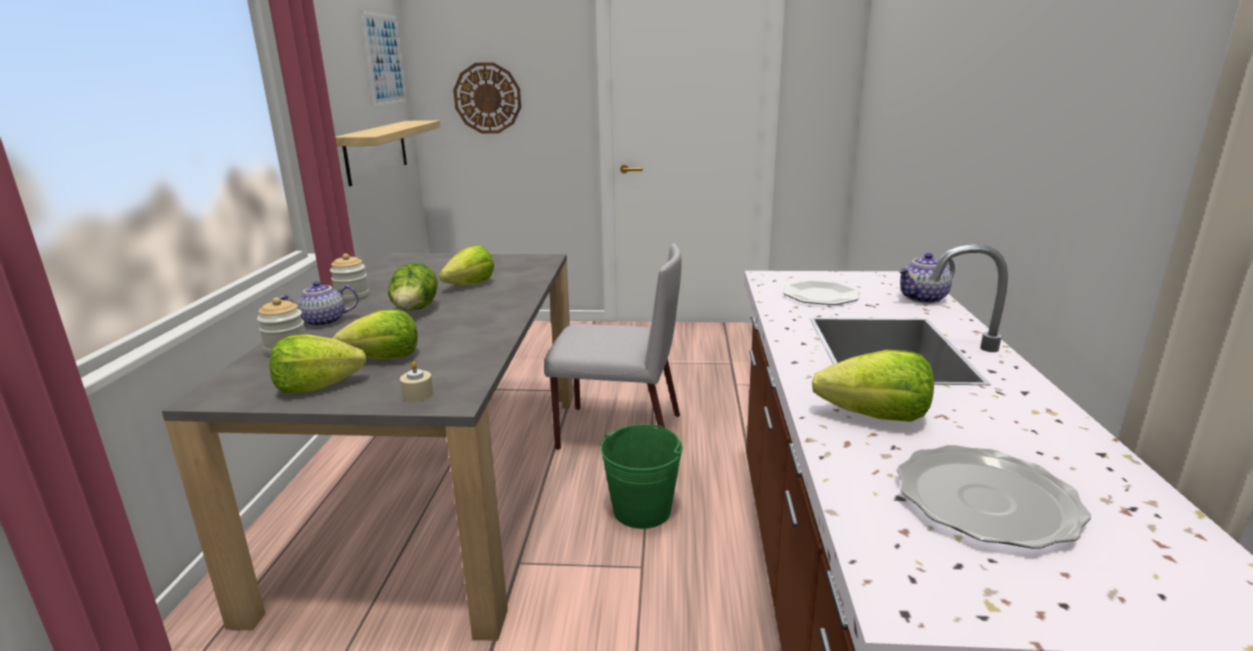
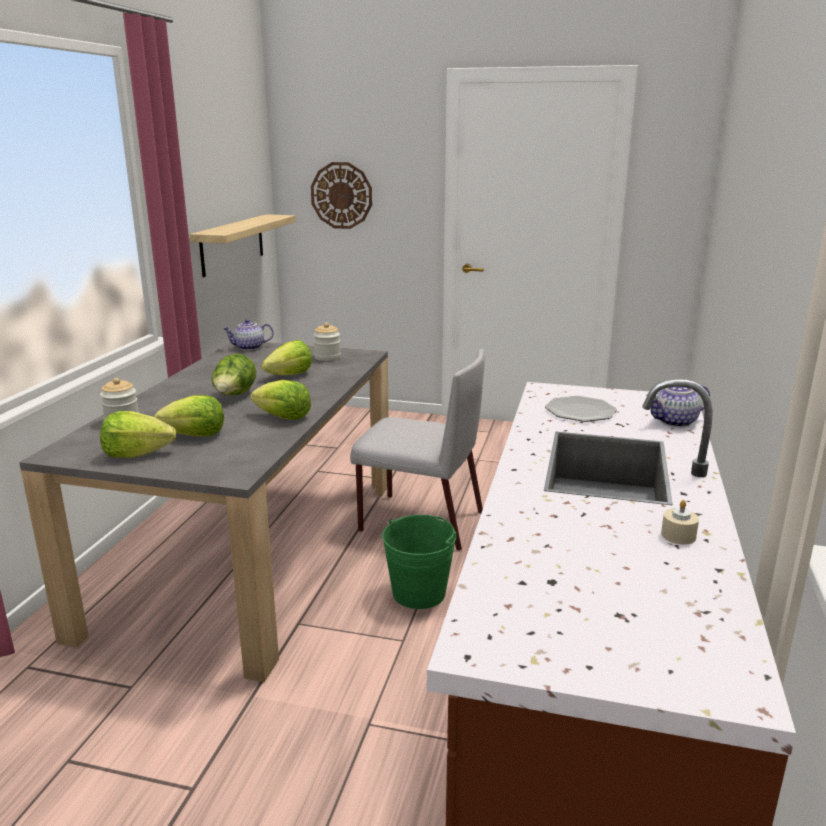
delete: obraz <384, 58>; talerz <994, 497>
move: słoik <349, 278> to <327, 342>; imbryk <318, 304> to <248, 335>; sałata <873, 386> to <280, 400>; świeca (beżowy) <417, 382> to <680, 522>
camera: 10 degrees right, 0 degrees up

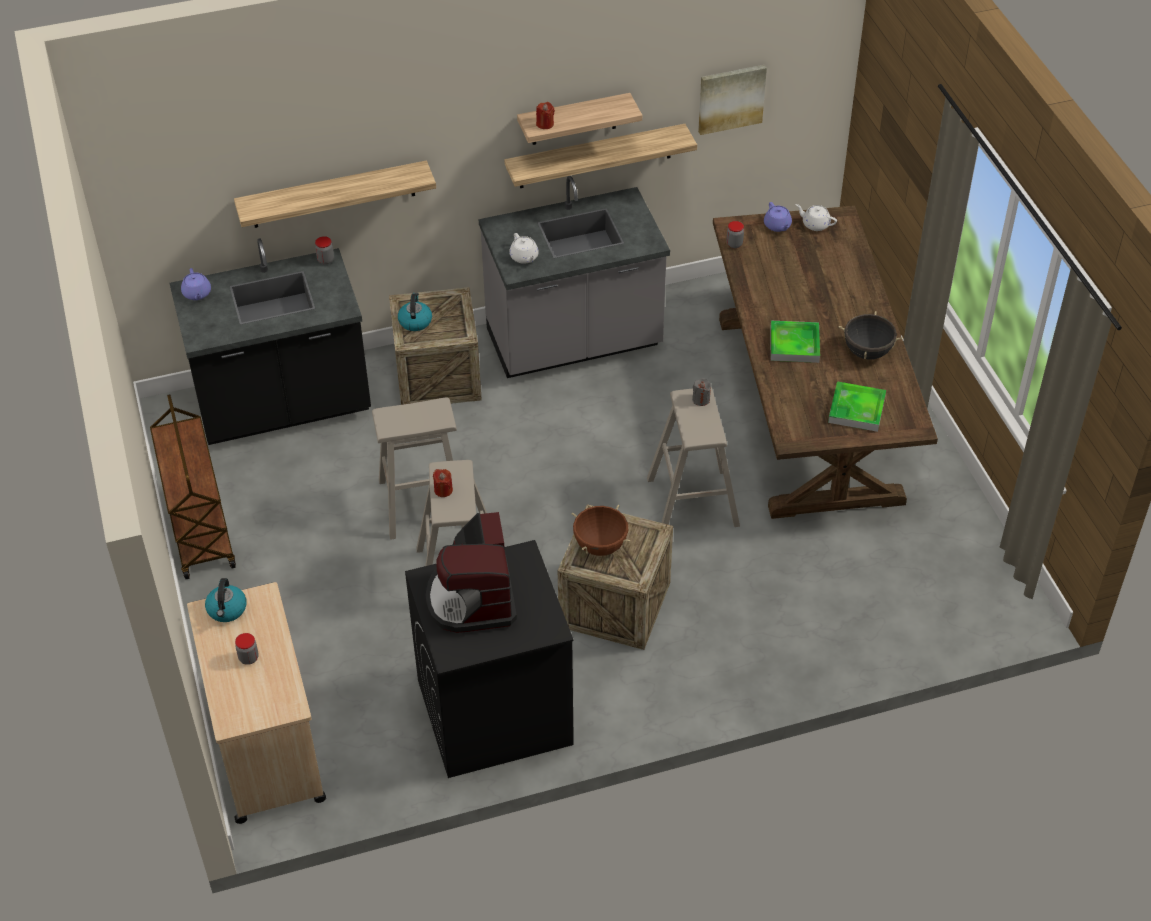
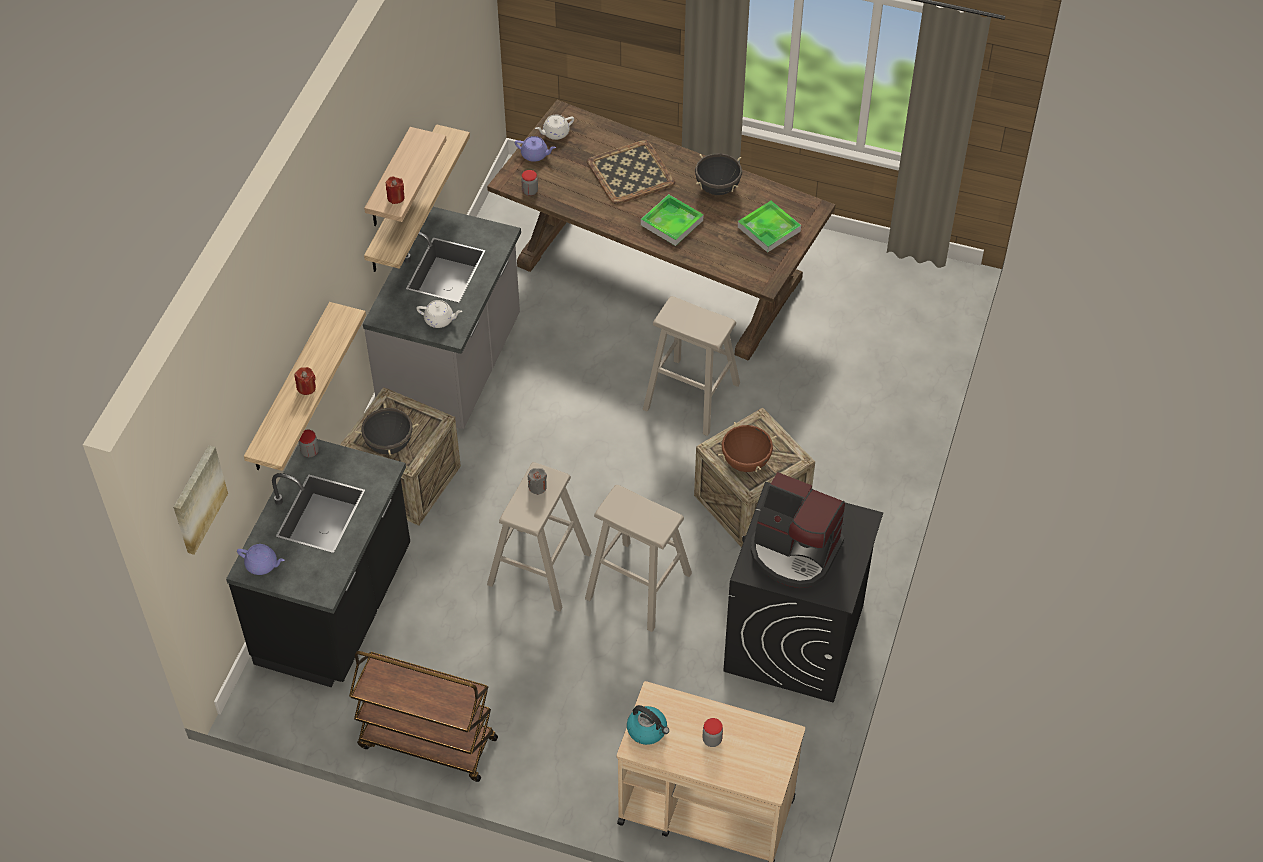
insert: taca <631, 172>
move: obraz <732, 100> to <200, 500>; świeca (szary) <701, 392> to <537, 481>; świeca (czerwony) <443, 483> to <305, 381>
replace: czajnik <415, 312> to garnek (czarny) <387, 429>
camera: 55 degrees left, 5 degrees up

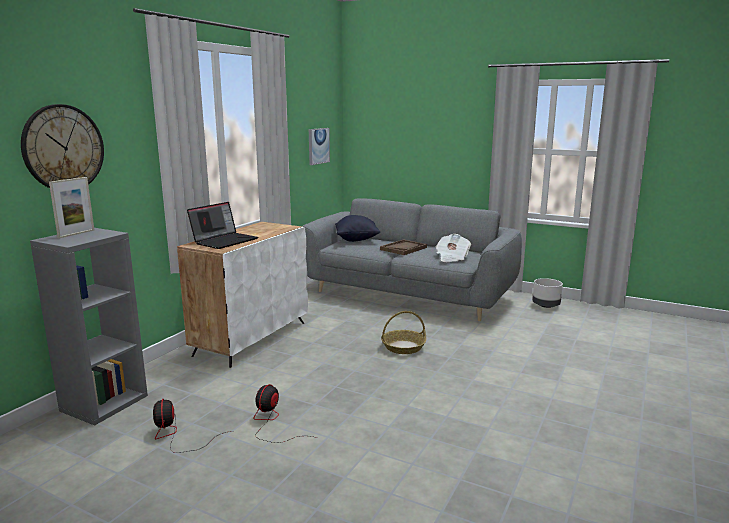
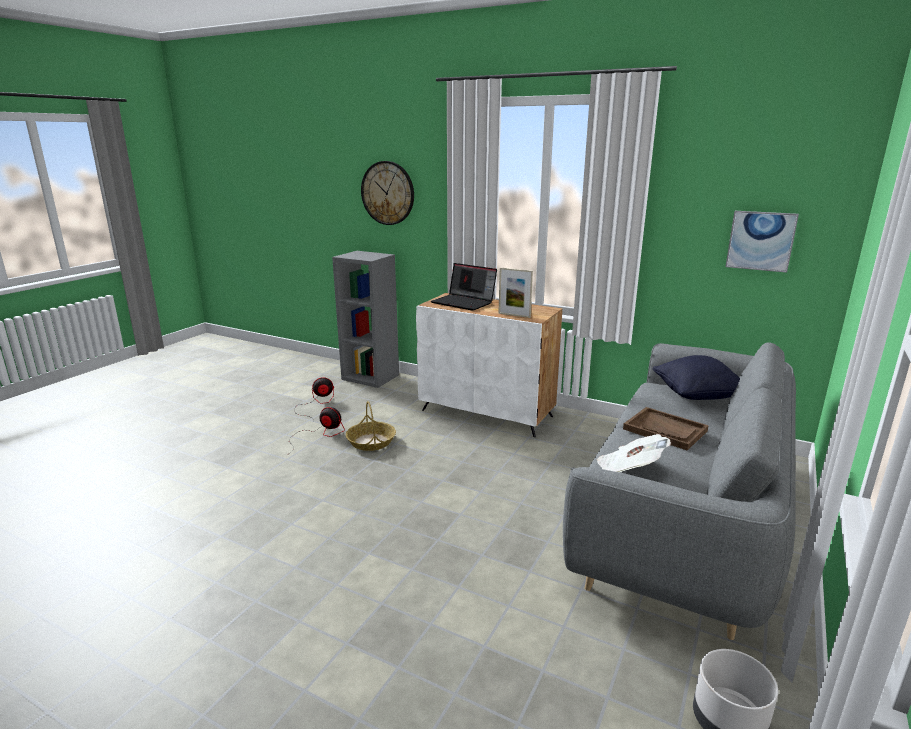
move: ramka na zdjęcie <71, 207> to <515, 293>; koszyk <403, 332> to <371, 426>
camera: 90 degrees right, 5 degrees up

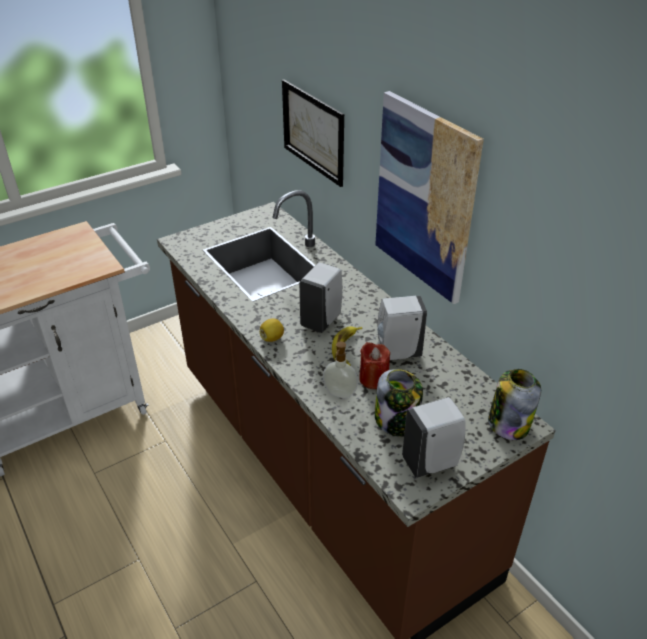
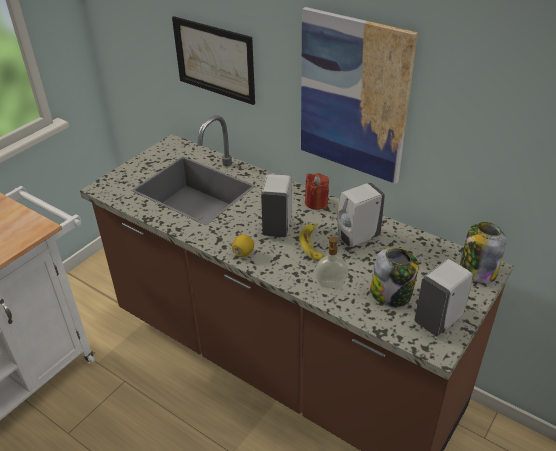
move: świeca (czerwony) <374, 365> to <317, 191>
camera: 20 degrees left, 0 degrees up

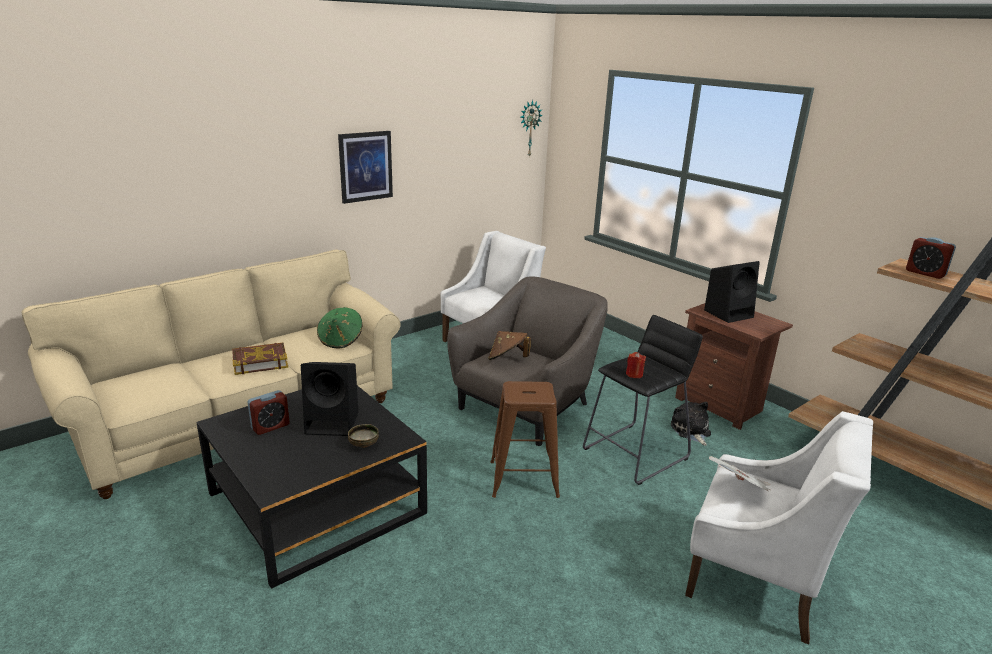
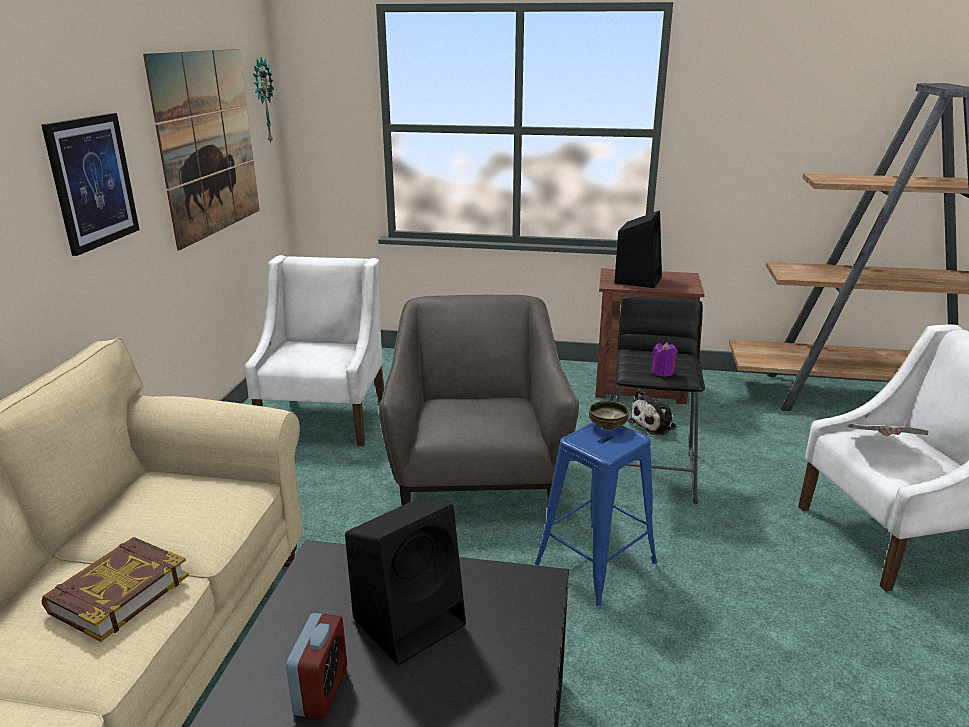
delete: budzik <931, 258>; kapelusz (zielony) <339, 327>; kapelusz (brązowy) <509, 345>
insert: obraz <201, 150>
move: miska <363, 436> to <609, 415>
recolor: świeca (czerwony) <636, 365> to świeca (fioletowy) <664, 359>; stołek (brązowy) <525, 439> to stołek (niebieski) <595, 514>
rotate: pluszak <691, 424> = <652, 412> 75 degrees counterclockwise
camera: 40 degrees left, 0 degrees up

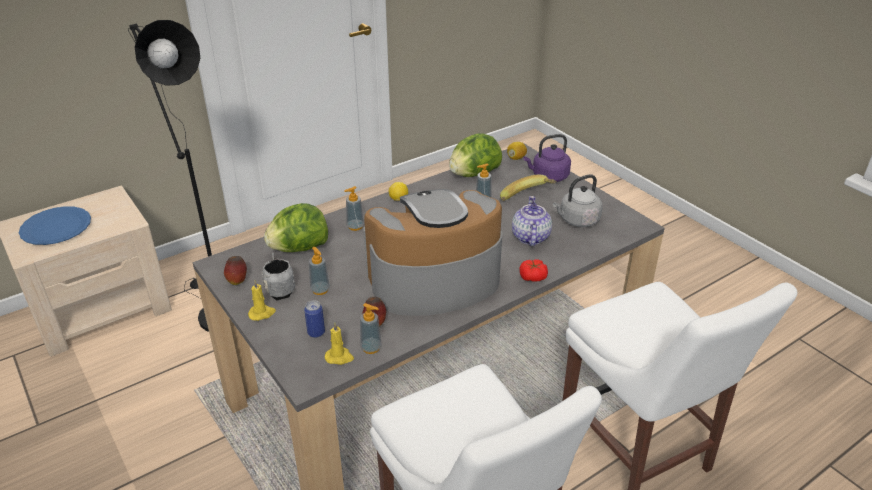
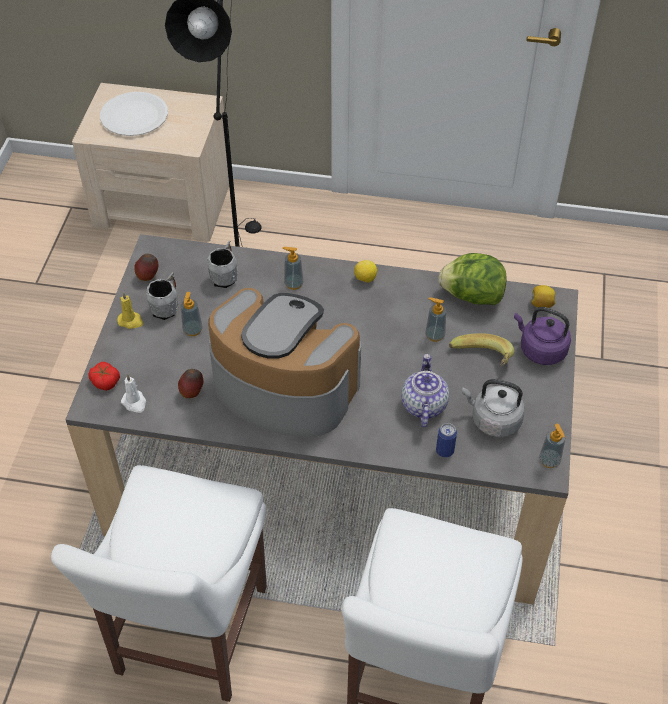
move: pomidor <533, 270> to <104, 376>; puszka <314, 319> to <446, 440>; dozownik mydła <371, 328> to <552, 446>
replace: sałata <296, 227> to kubek (szary) <222, 264>
recolor: talerz (niebieski) <55, 225> to talerz (biały) <134, 114>; świeca (żółty) <339, 343> to świeca (biały) <133, 393>
rotate: imbryk <532, 221> = <425, 390> 45 degrees counterclockwise
camera: 45 degrees right, 15 degrees up

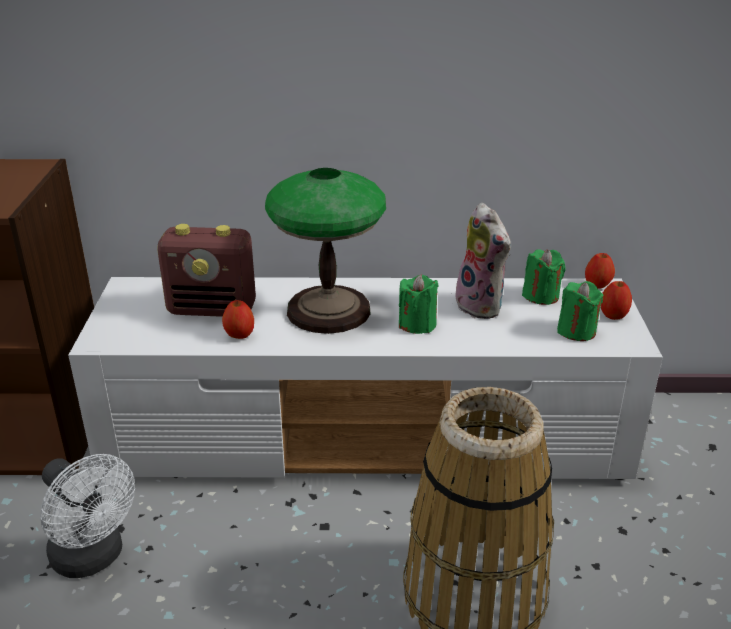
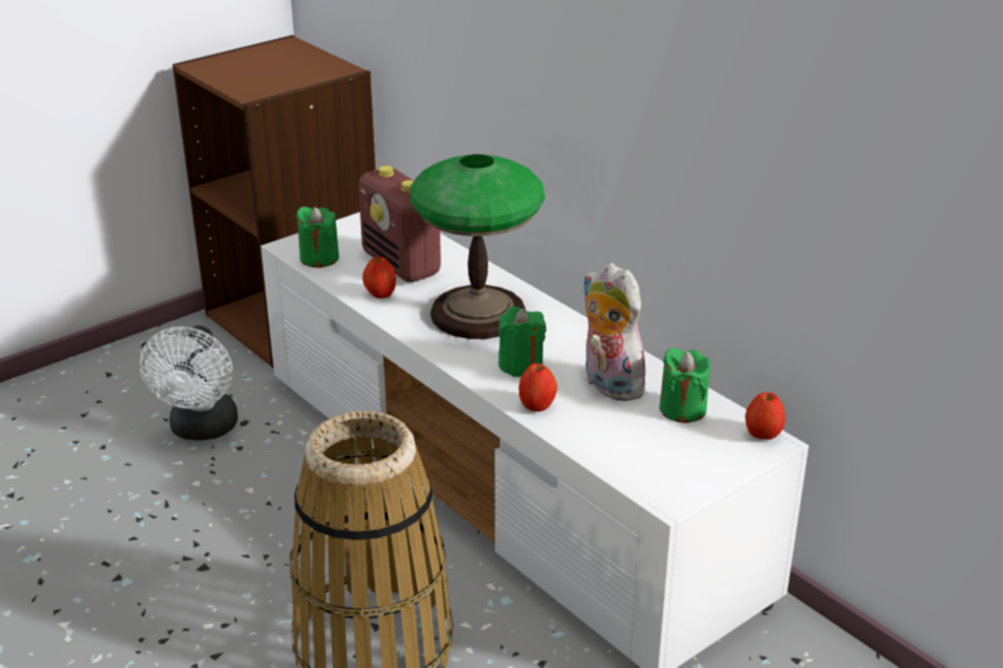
move: świeca (zielony) <580, 311> to <317, 237>; jabłko <616, 300> to <538, 387>
rotate: pluszak <483, 261> = <615, 332> 120 degrees clockwise
camera: 50 degrees right, 0 degrees up

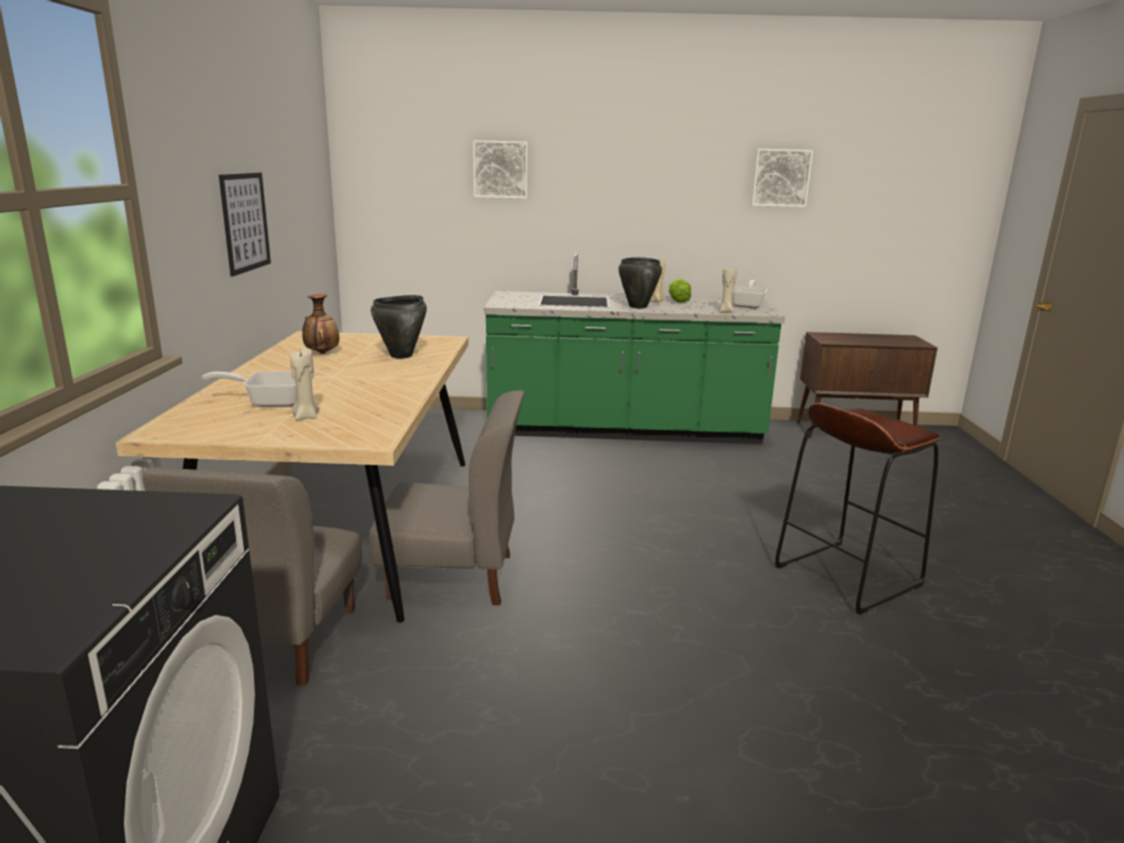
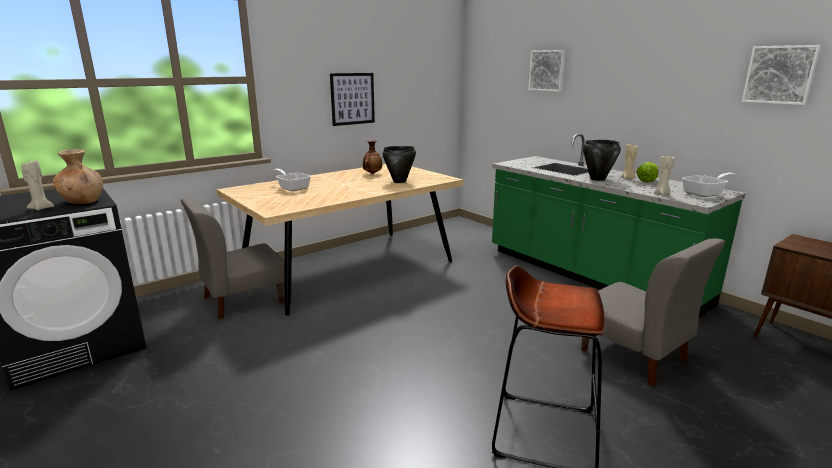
insert: wazon (brązowy) <78, 176>
move: świeca (beżowy) <305, 384> to <38, 185>; krzesło (szary) <447, 497> to <653, 312>
camera: 50 degrees right, 0 degrees up

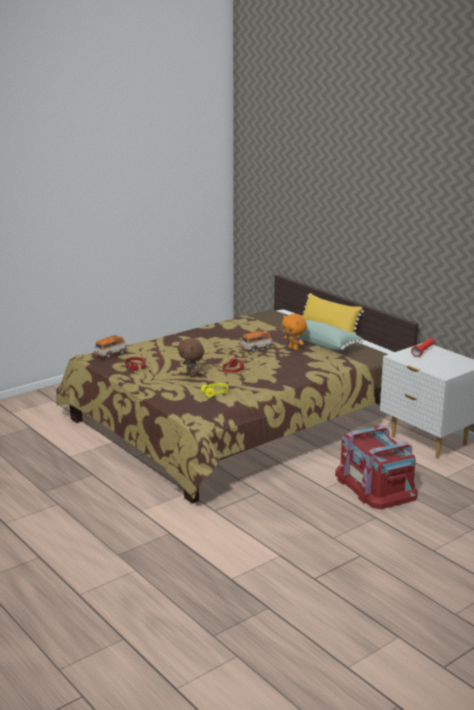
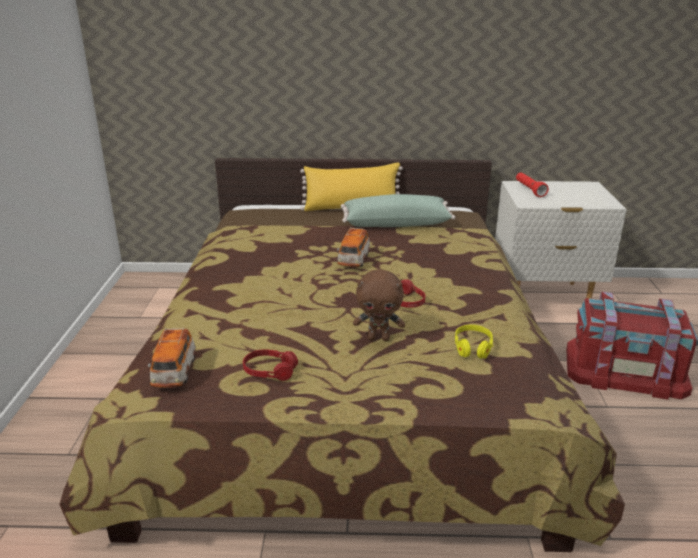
delete: pluszak (pomarańczowy) <294, 332>
camera: 50 degrees left, 5 degrees up

